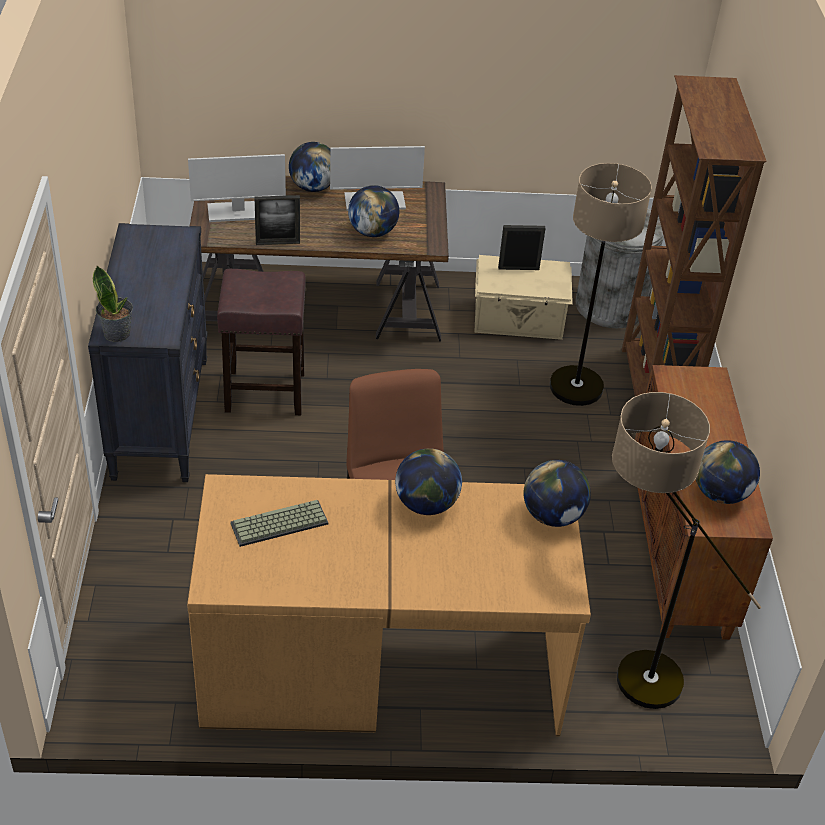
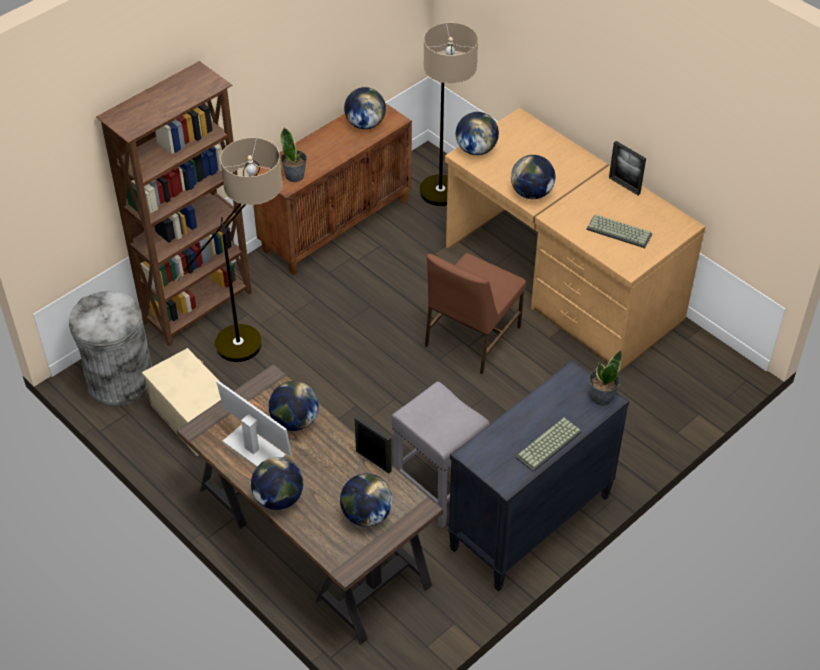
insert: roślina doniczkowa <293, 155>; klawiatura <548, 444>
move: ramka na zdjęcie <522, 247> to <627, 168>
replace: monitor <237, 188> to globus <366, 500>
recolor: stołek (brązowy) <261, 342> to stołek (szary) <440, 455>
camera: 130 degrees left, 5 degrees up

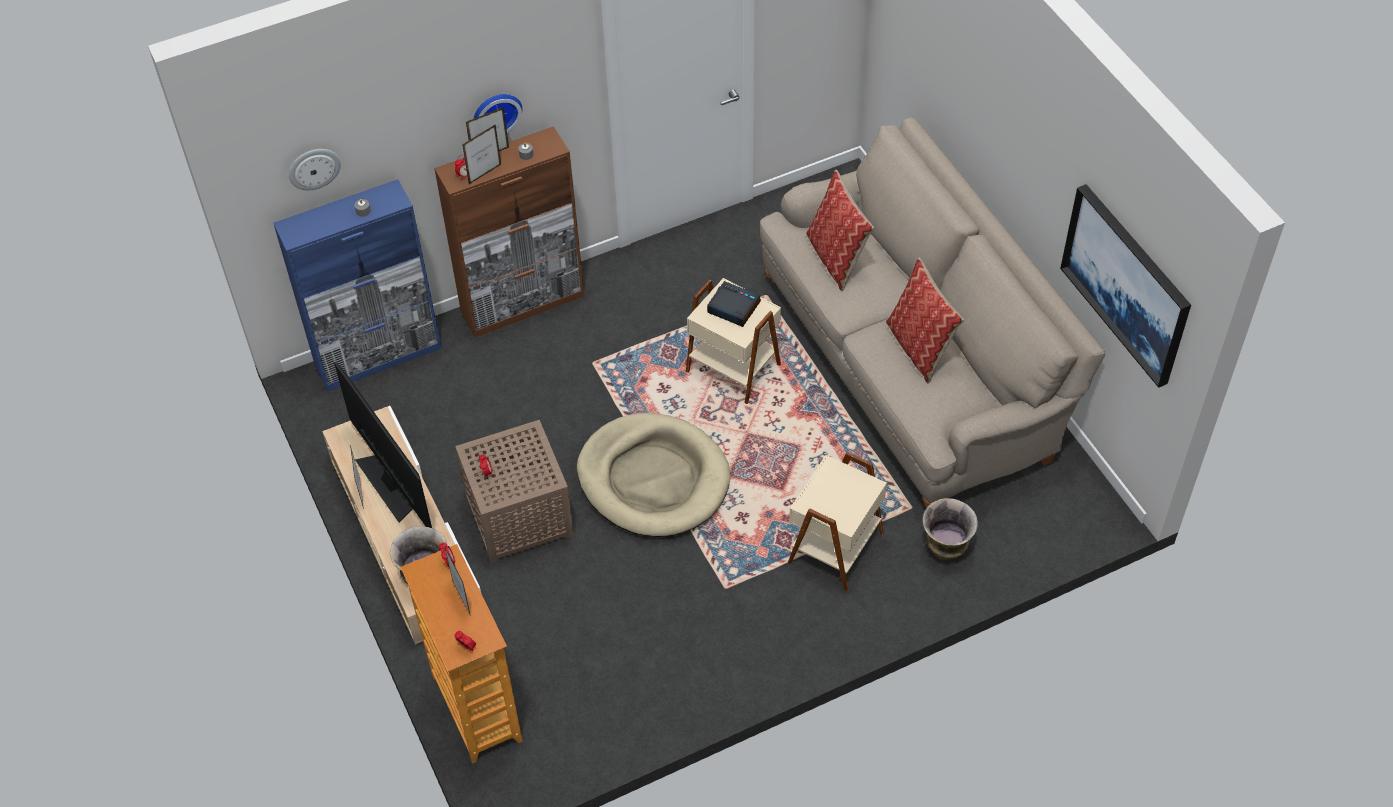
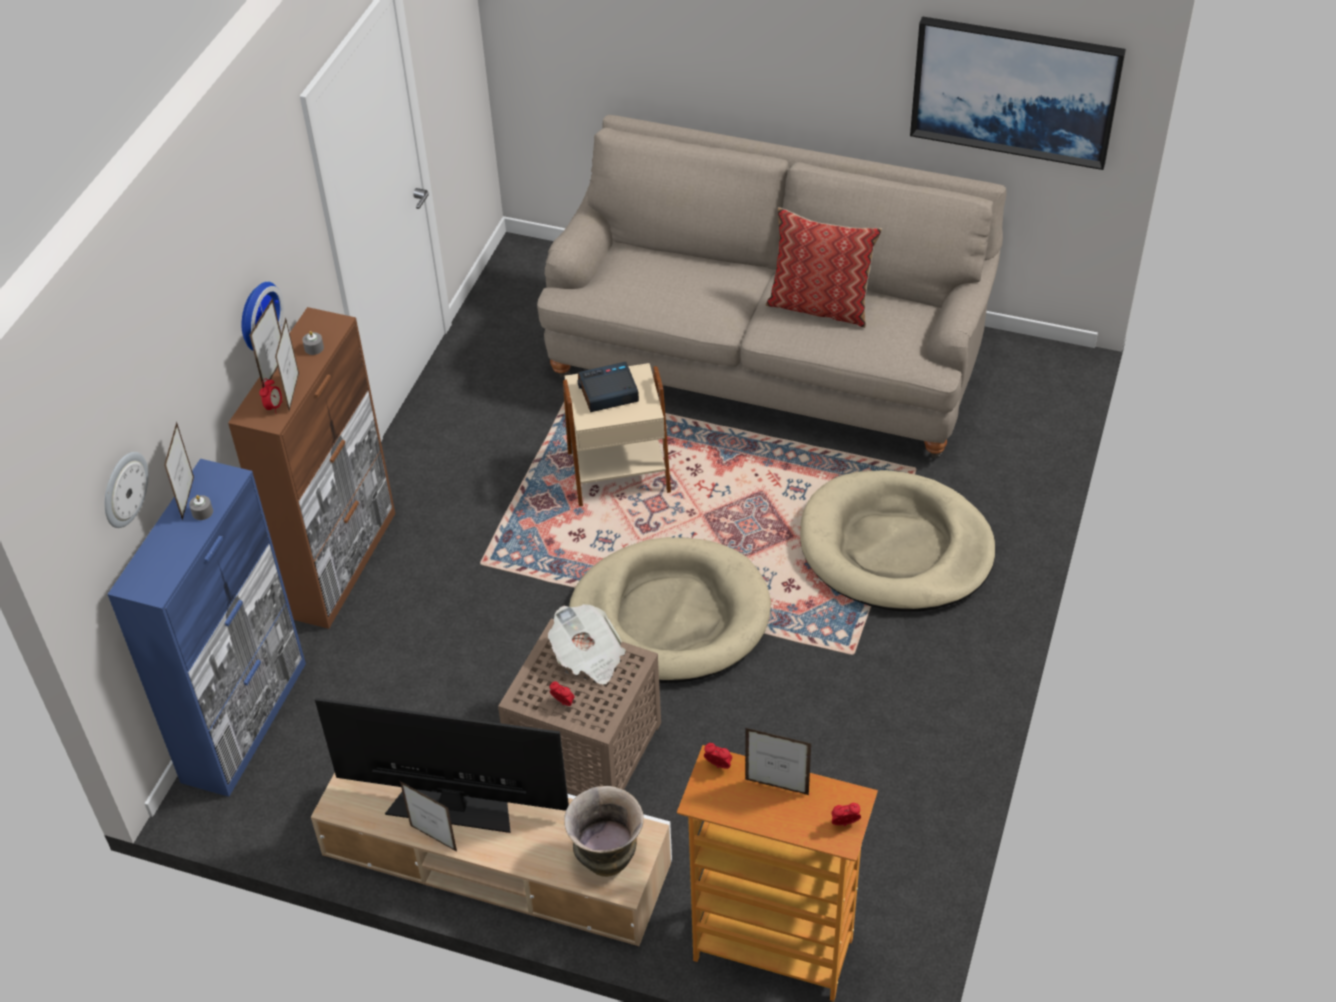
delete: poduszka <840, 230>; wazon <950, 528>
insert: ramka na zdjęcie <179, 471>; gazeta <587, 644>
replace: stolik (beżowy) <837, 521> to legowisko (beżowy) <897, 541>
camera: 45 degrees left, 5 degrees down

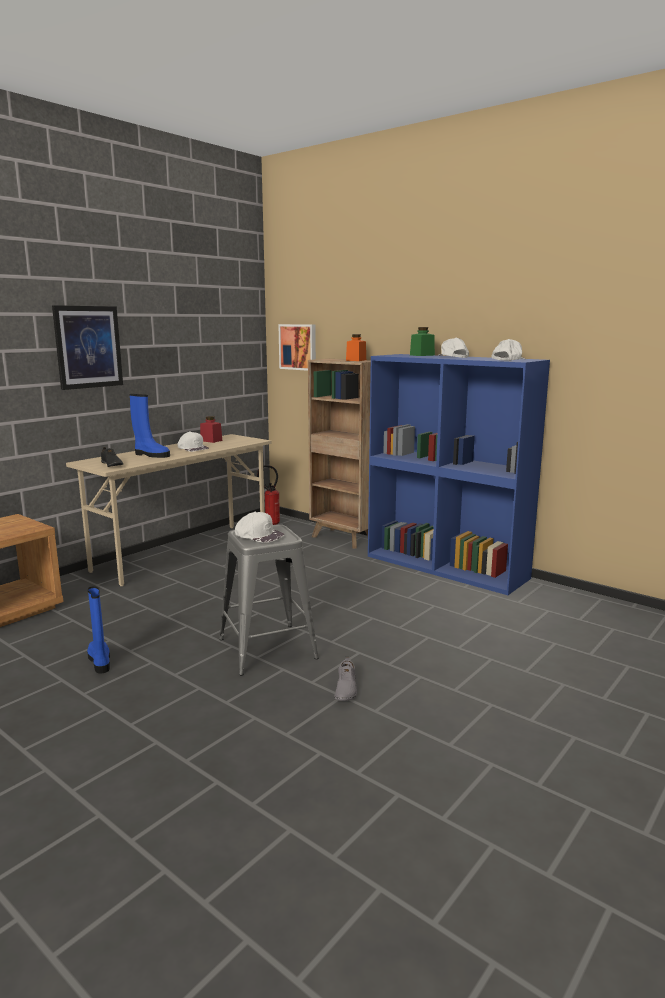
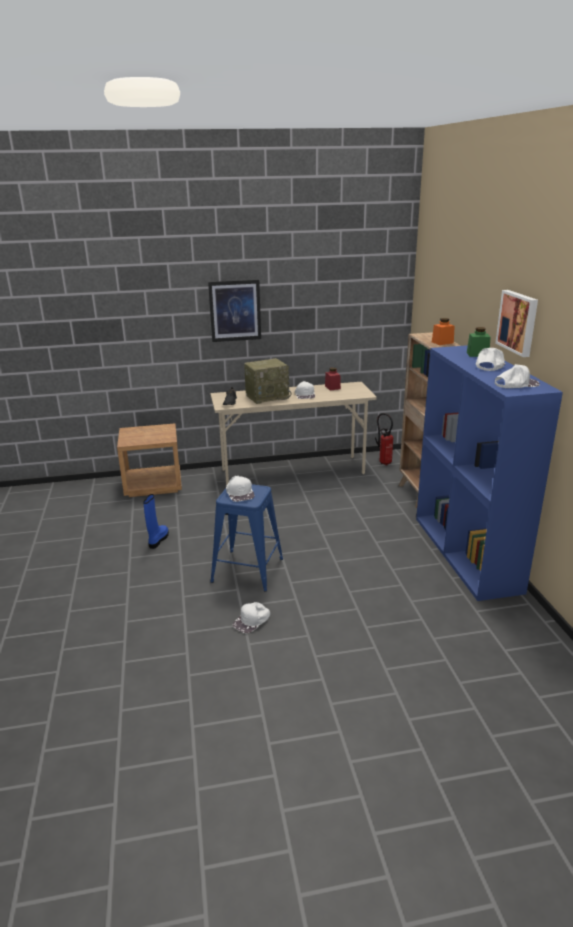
move: obraz <297, 347> to <516, 323>
replace: but z cholewką (niebieski) <150, 426> to radio <267, 381>; but (szary) <345, 678> to czapka z daszkiem (biały) <251, 617>
recolor: stołek (szary) <269, 599> to stołek (niebieski) <246, 538>
camera: 40 degrees right, 10 degrees up

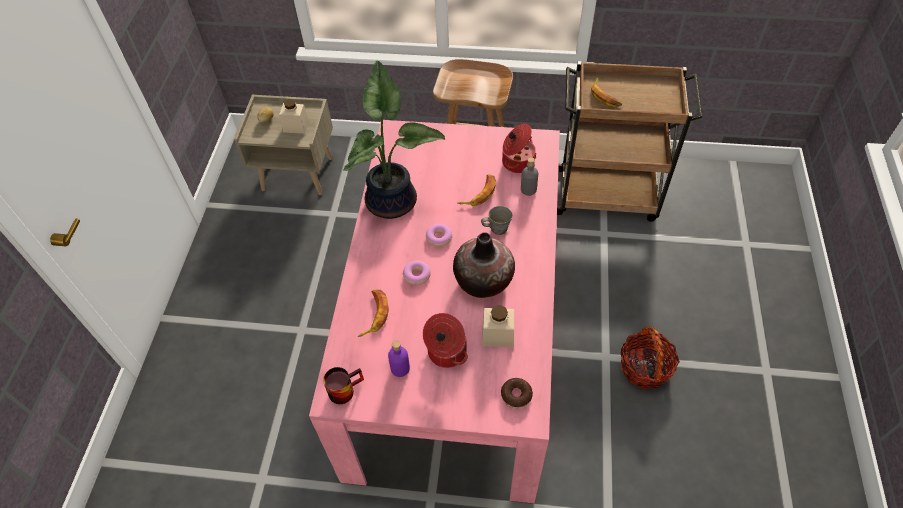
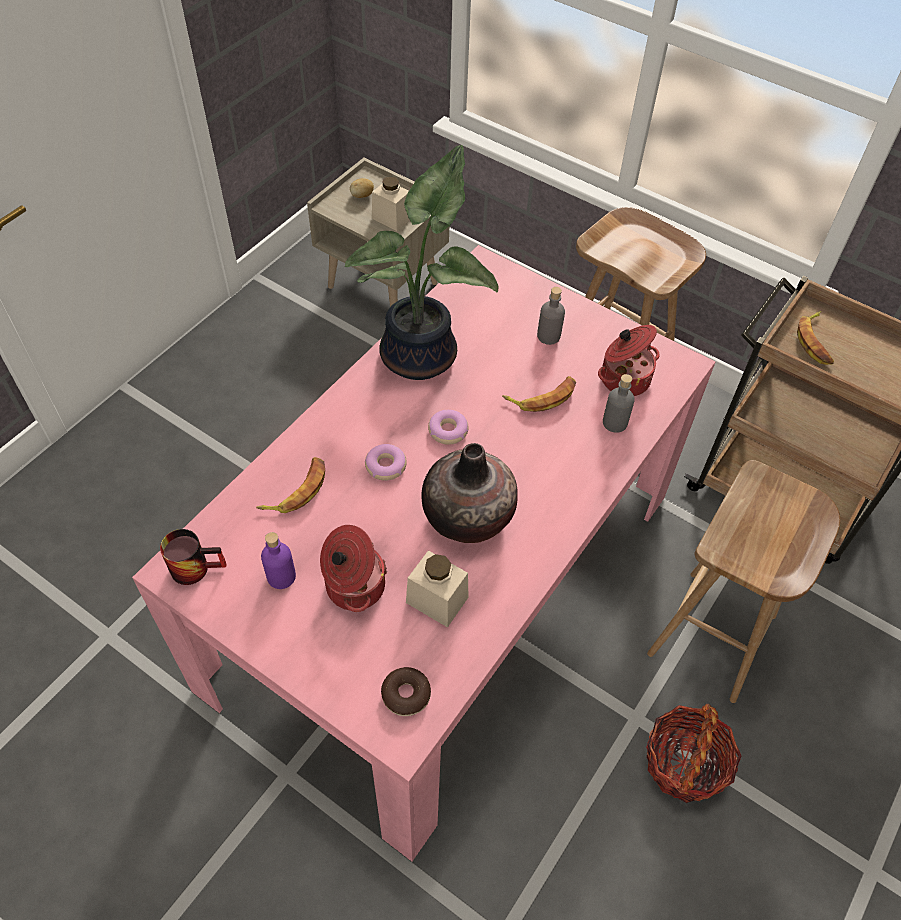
delete: kubek (szary) <496, 220>
insert: butelka (szary) <551, 316>; stołek (brązowy) <743, 581>
camera: 25 degrees right, 0 degrees up

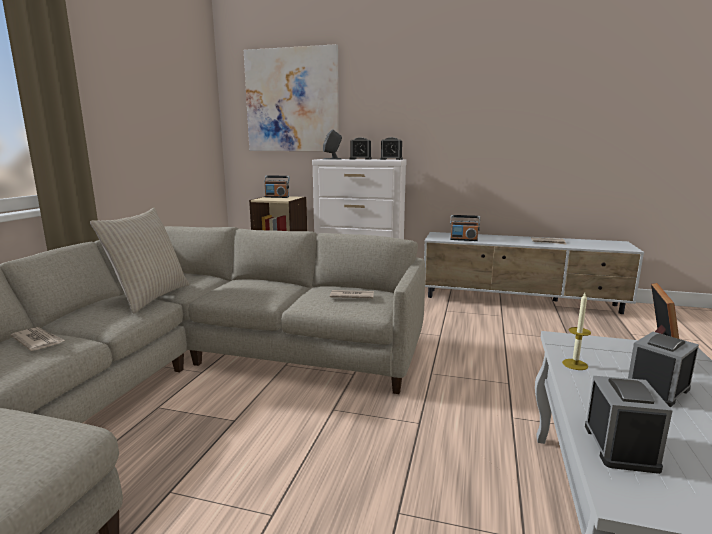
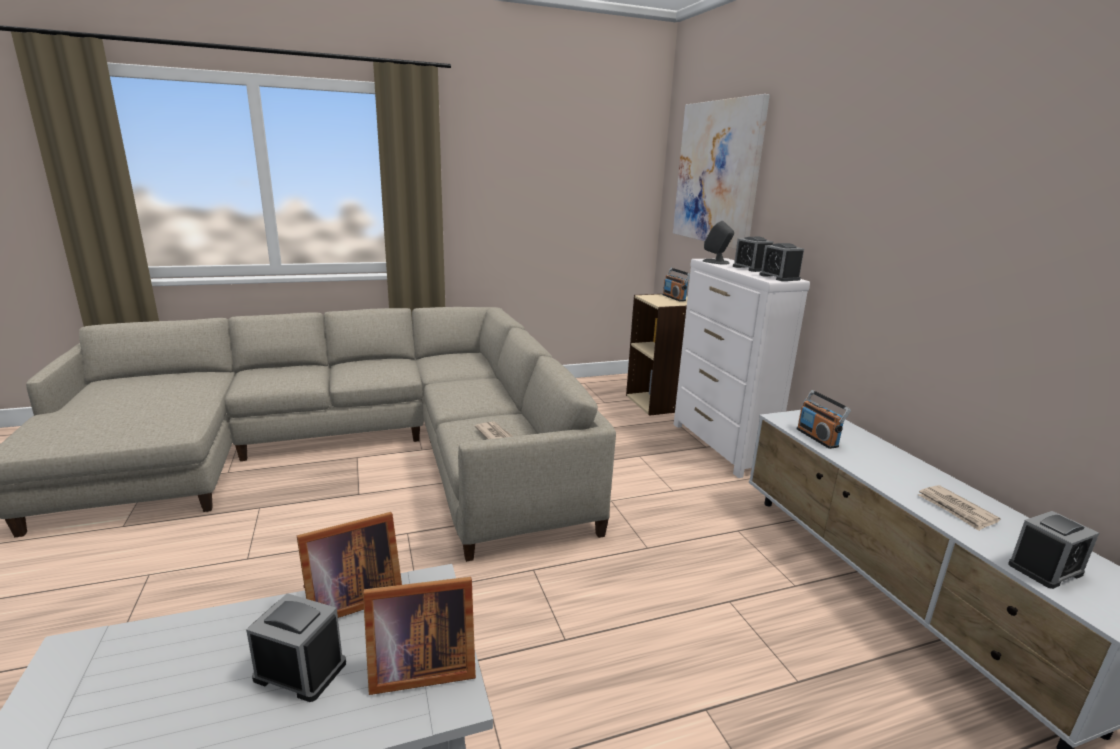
delete: poduszka (beżowy) <139, 261>; gazeta <38, 339>
move: budzik <629, 425> to <1053, 550>
replace: świeca <576, 331> to ramka na zdjęcie <349, 565>
camera: 55 degrees right, 5 degrees up

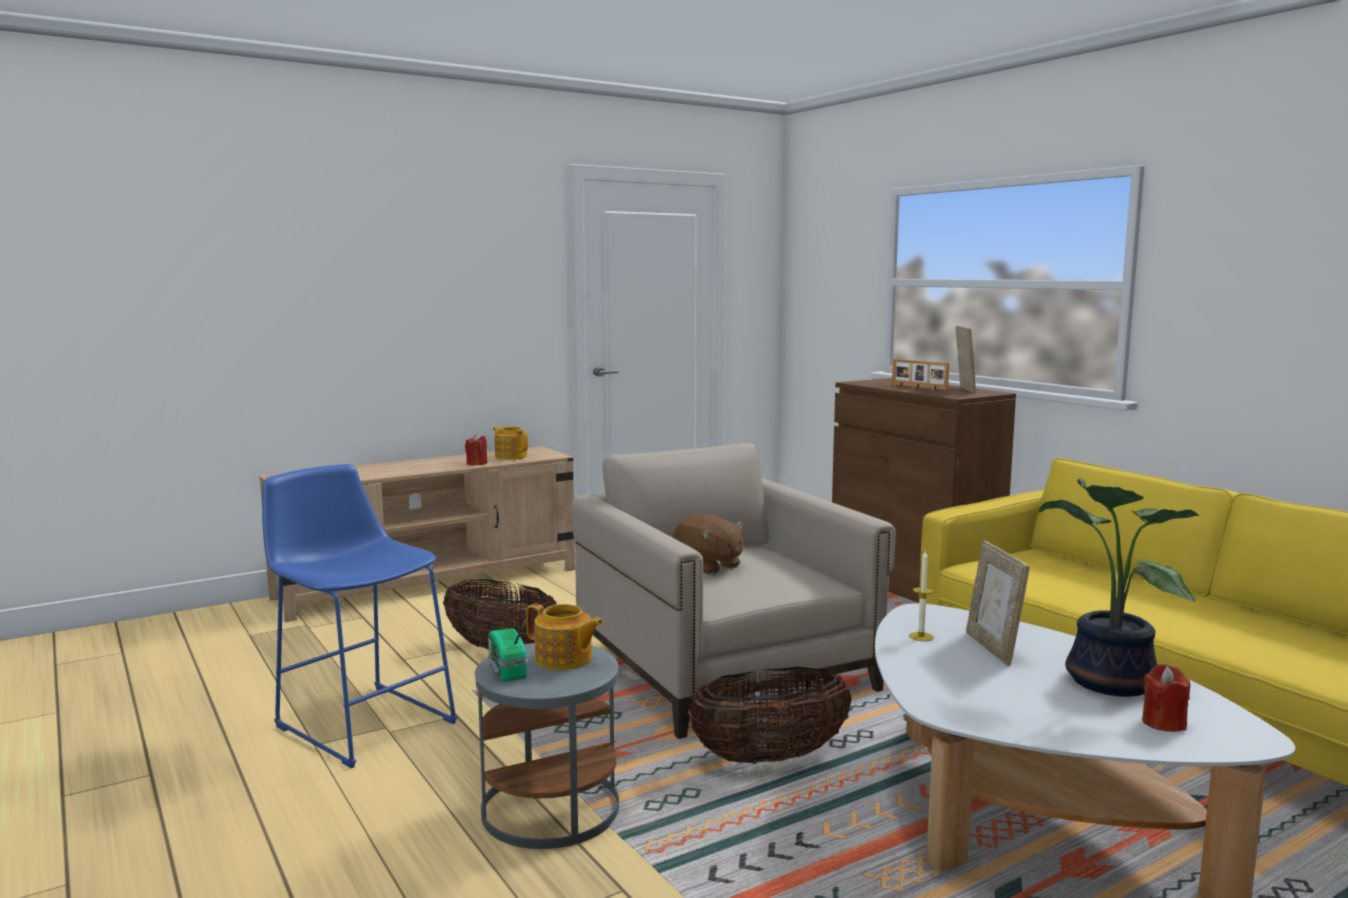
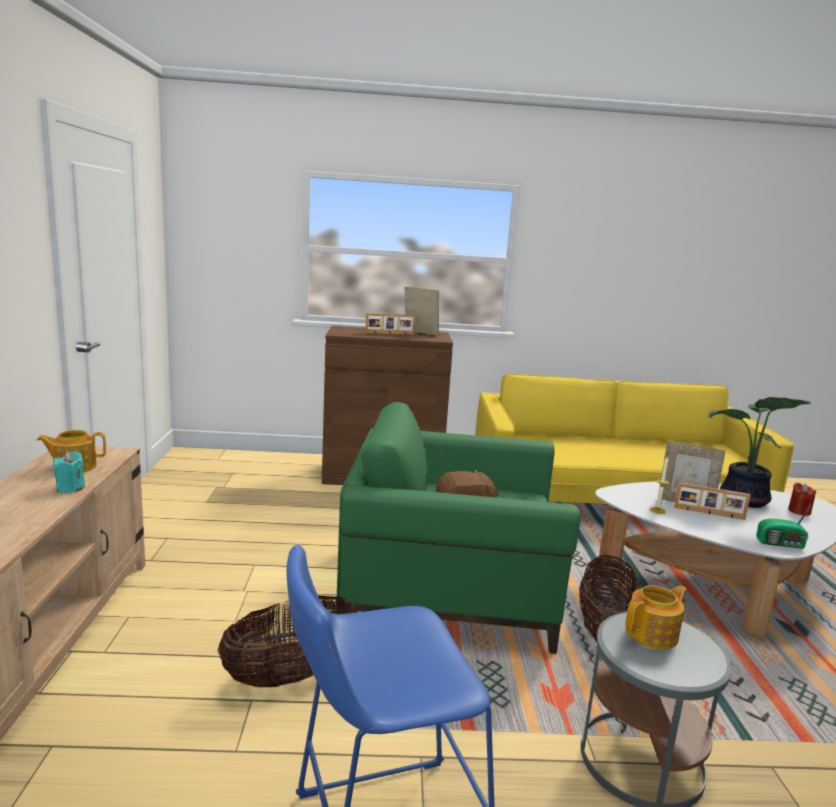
insert: ramka na zdjęcie <712, 501>
move: radio <508, 650> to <783, 527>
recolor: świeca (czerwony) <476, 450> to świeca (turkusowy) <69, 472>; fotel (beżowy) <734, 591> to fotel (zielony) <458, 528>
camera: 60 degrees left, 5 degrees up

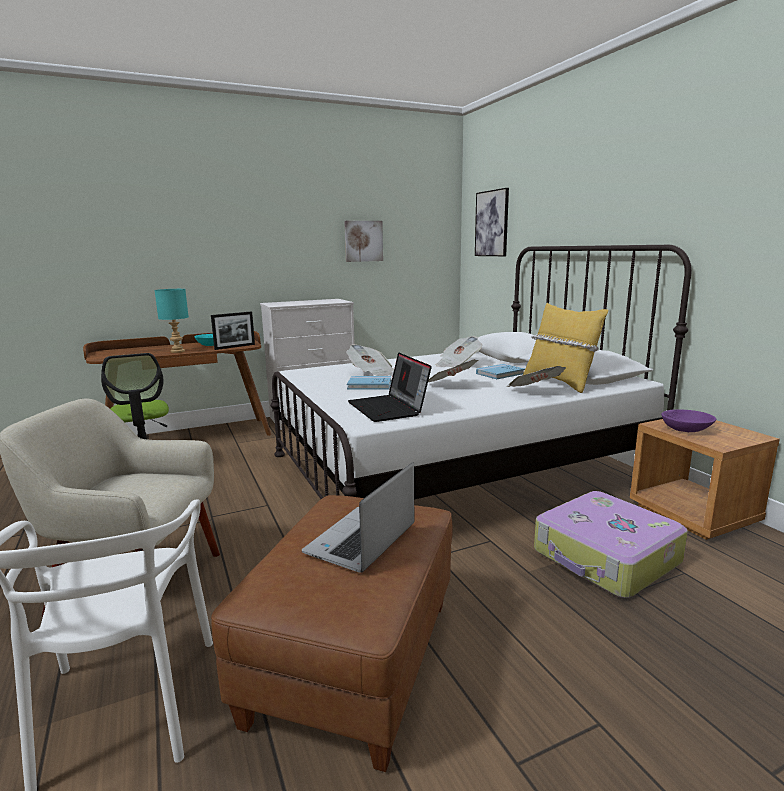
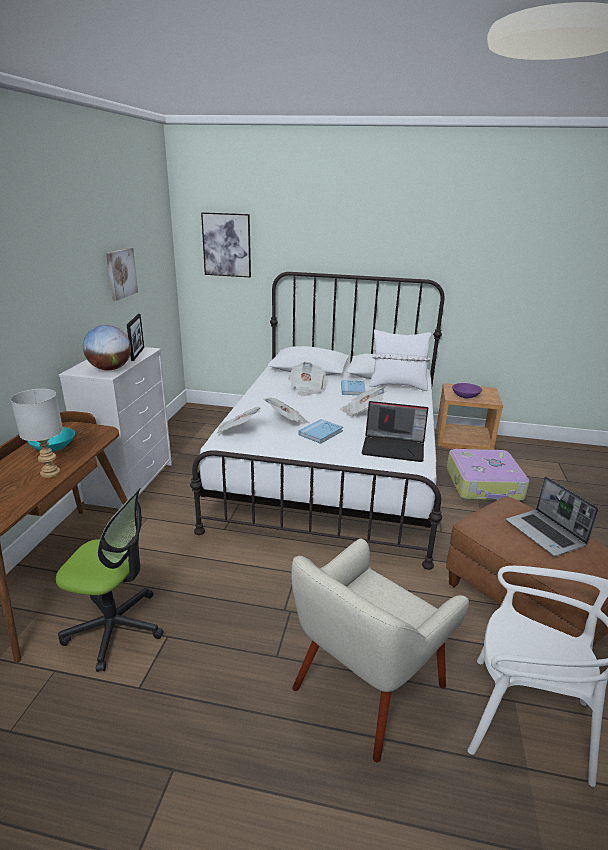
insert: globus <107, 347>
move: ramka na zdjęcie <233, 331> to <135, 337>; gazeta <536, 376> to <239, 419>
recolor: lampa stołowa (turkusowy) <171, 321> to lampa stołowa (szary) <37, 433>; poduszka (żółty) <565, 348> to poduszka (biały) <400, 360>
camera: 55 degrees left, 10 degrees up

